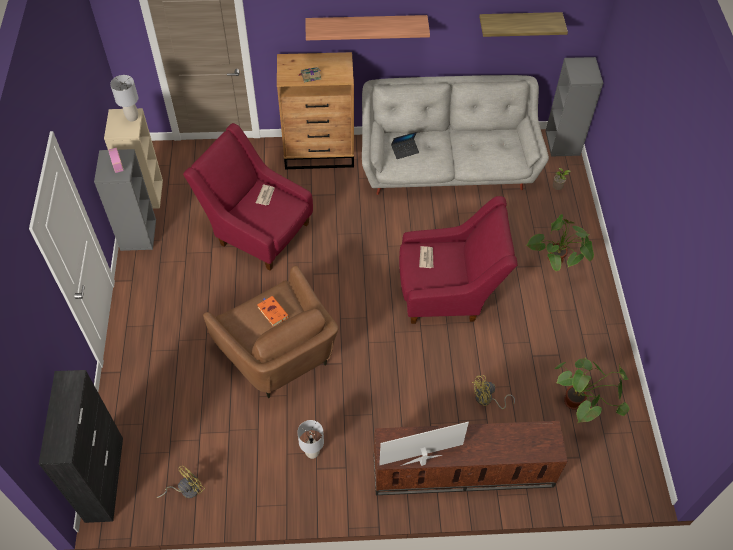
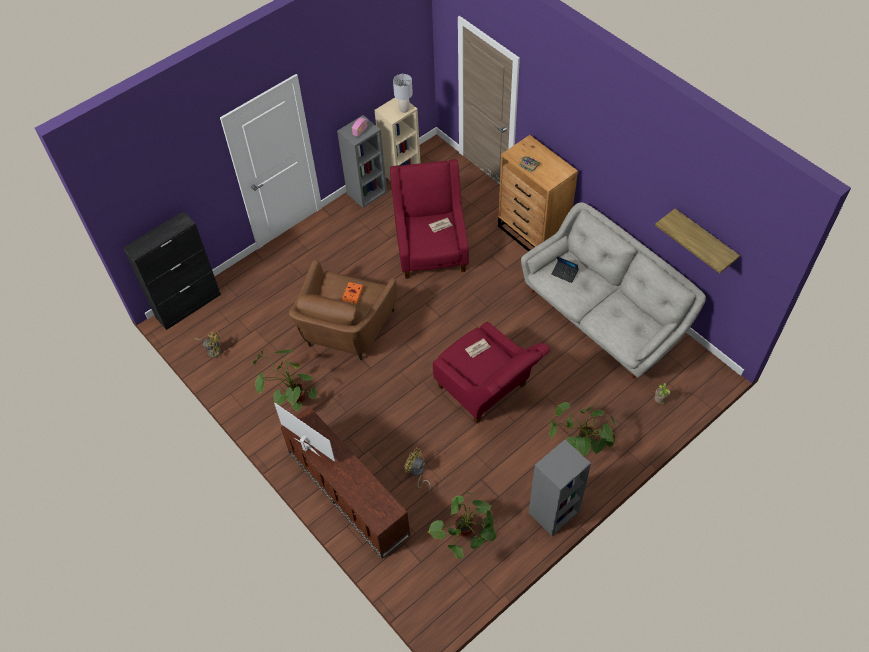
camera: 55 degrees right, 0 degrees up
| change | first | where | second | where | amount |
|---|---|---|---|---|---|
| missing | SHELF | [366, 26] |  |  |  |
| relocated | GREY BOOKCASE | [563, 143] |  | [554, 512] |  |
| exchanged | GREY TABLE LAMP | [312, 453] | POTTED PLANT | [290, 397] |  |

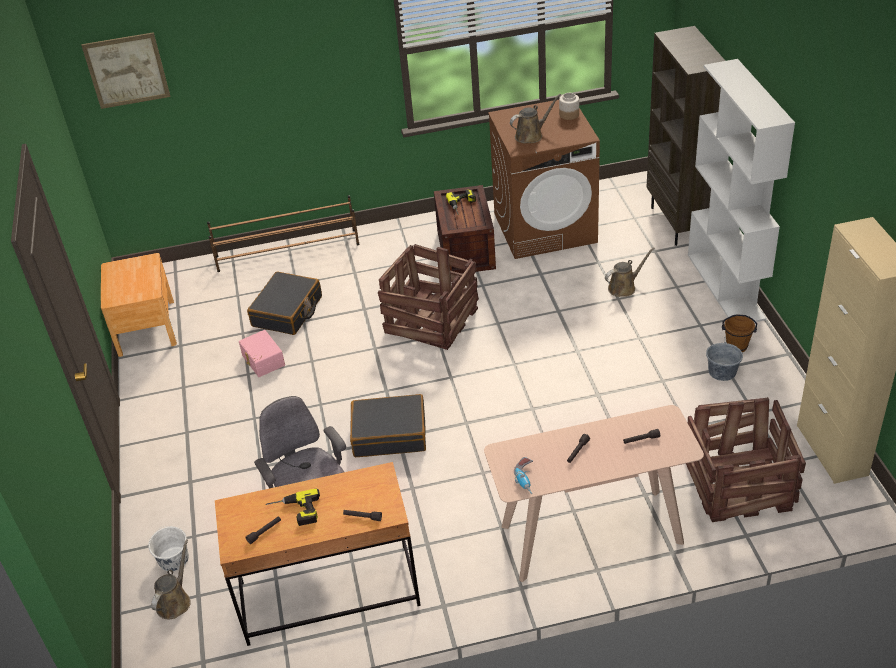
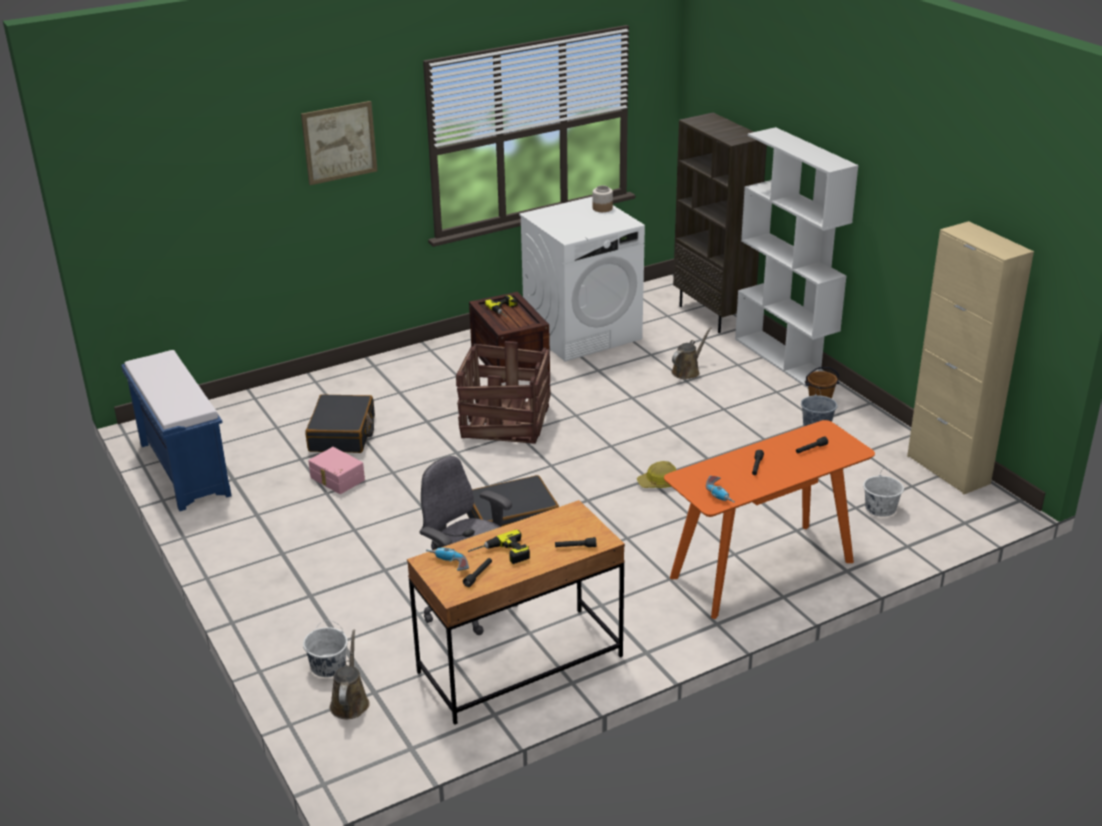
camera: 20 degrees left, 10 degrees down
| change | first | where | second | where | amount |
|---|---|---|---|---|---|
| relocated | PICTURE | [126, 70] |  | [339, 142] |  |
| missing | BROWN WATERING CAN | [531, 135] |  |  |  |
| colour | BROWN WASHING MACHINE | [545, 228] | WHITE WASHING MACHINE | [583, 333] |  |
| missing | BROWN SHOE RACK | [288, 250] |  |  |  |
| exchanged | BROWN NIGHTSTAND | [146, 327] | BLUE BENCH | [183, 469] |  |
| exchanged | CRATE | [740, 484] | WHITE BUCKET | [880, 508] |  |
| colour | BEIGE CONSOLE TABLE | [591, 535] | ORANGE CONSOLE TABLE | [762, 570] |  |
| appeared |  |  | HARD HAT | [659, 483] |  |
| appeared |  |  | POWER DRILL | [448, 564] |  |

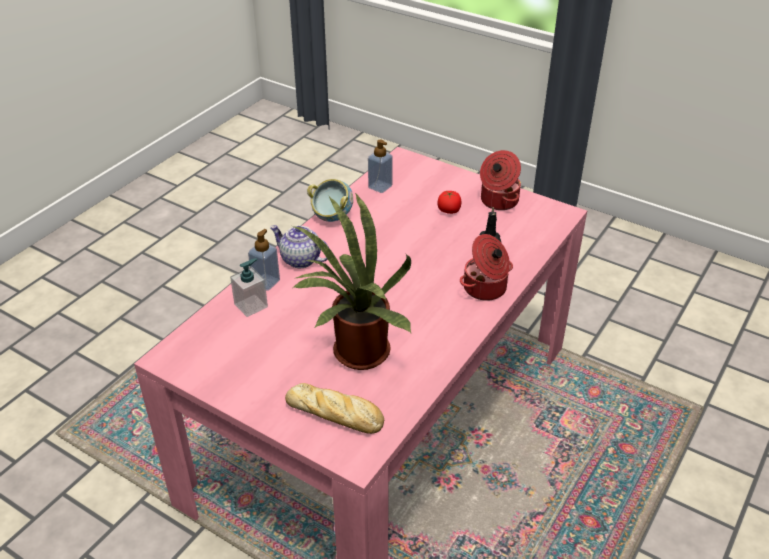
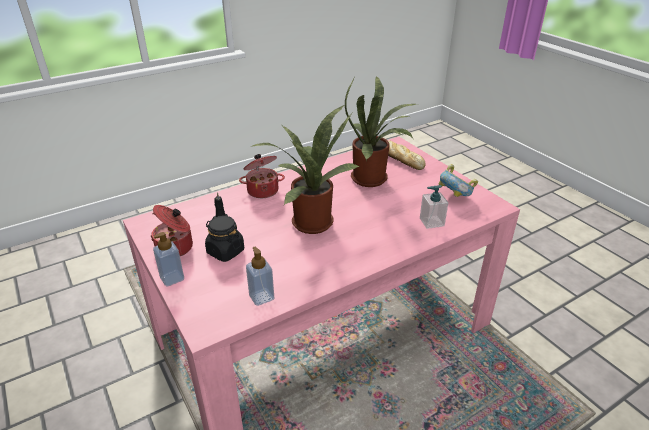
camera: 155 degrees left, 5 degrees down
| change | first | where | second | where | amount |
|---|---|---|---|---|---|
| relocated | BOWL | [332, 217] |  | [454, 197] |  |
| exchanged | TOMATO | [449, 210] | BLACK JAR | [225, 251] |  |
| missing | TEAPOT | [300, 260] |  |  |  |
| relocated | SOAP DISPENSER | [266, 282] |  | [172, 278] |  |
| appeared |  |  | POTTED PLANT | [310, 221] |  |

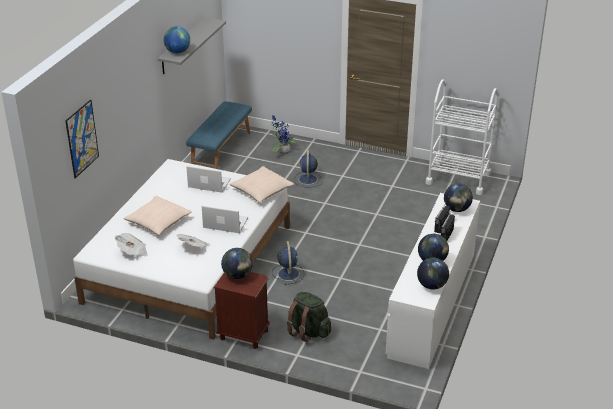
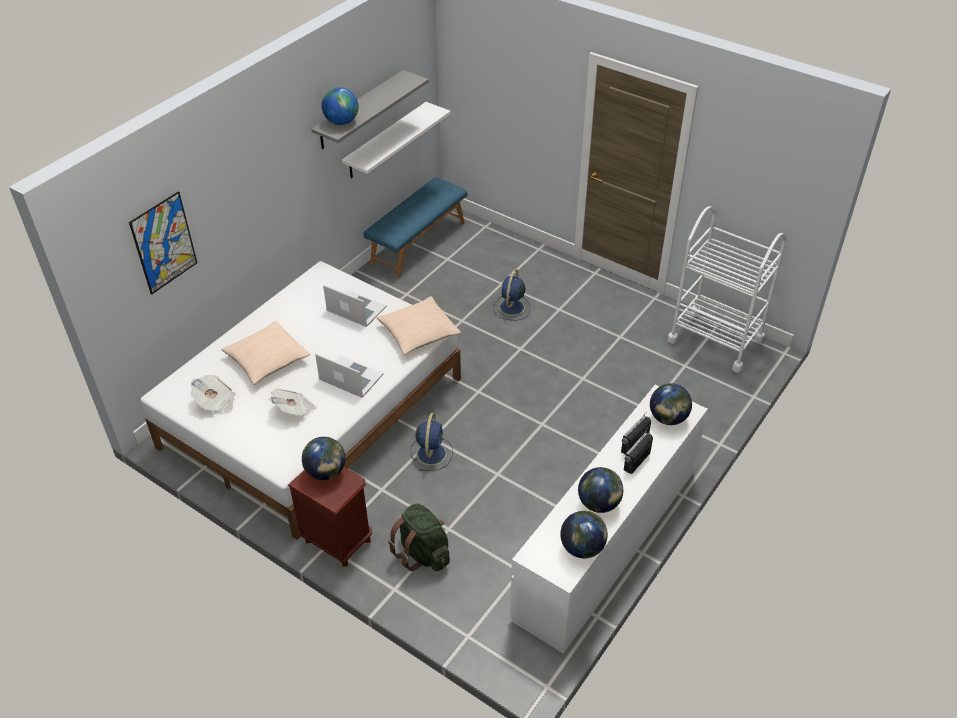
camera: 15 degrees right, 10 degrees up
| change | first | where | second | where | amount |
|---|---|---|---|---|---|
| missing | POTTED PLANT | [282, 151] |  |  |  |
| appeared |  |  | WHITE SHELF | [386, 141] |  |

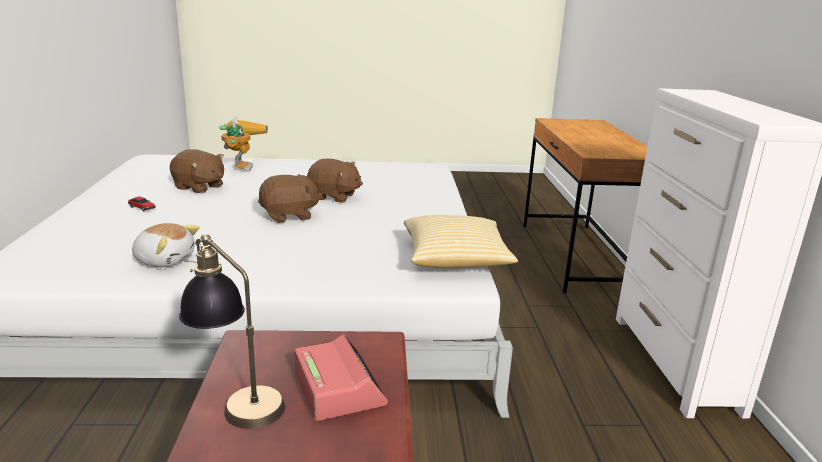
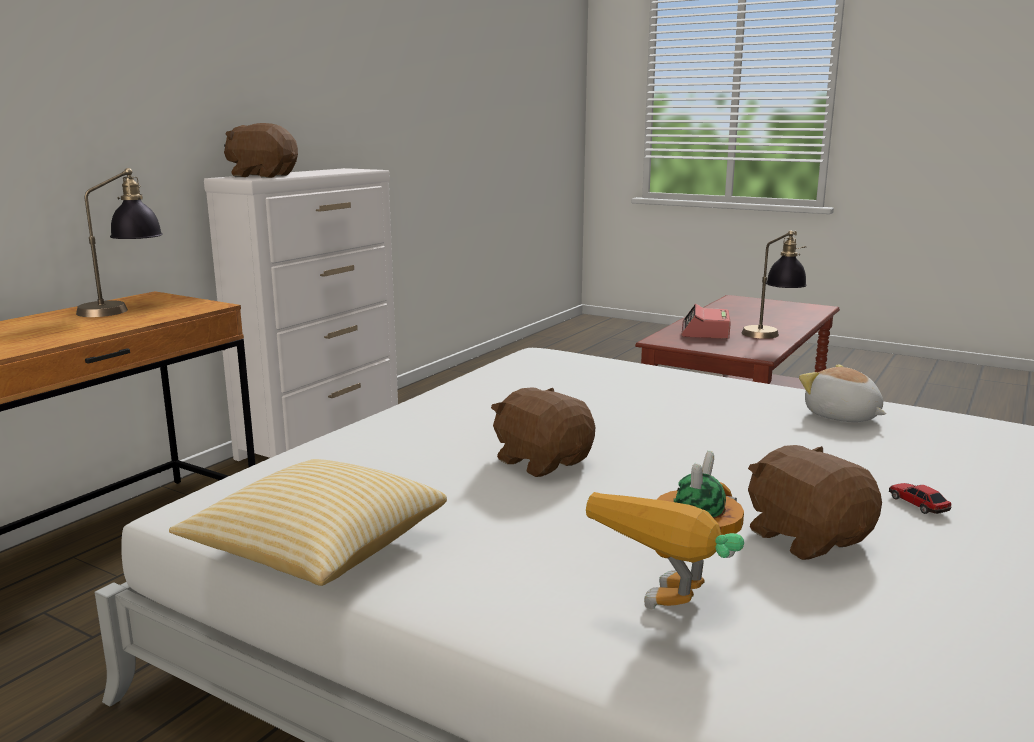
camera: 145 degrees left, 5 degrees down
| change | first | where | second | where | amount |
|---|---|---|---|---|---|
| relocated | BROWN PLUSH TOY | [289, 216] |  | [263, 176] |  |
| relocated | PILLOW | [455, 259] |  | [317, 549] |  |
| appeared |  |  | TABLE LAMP | [124, 309] |  |

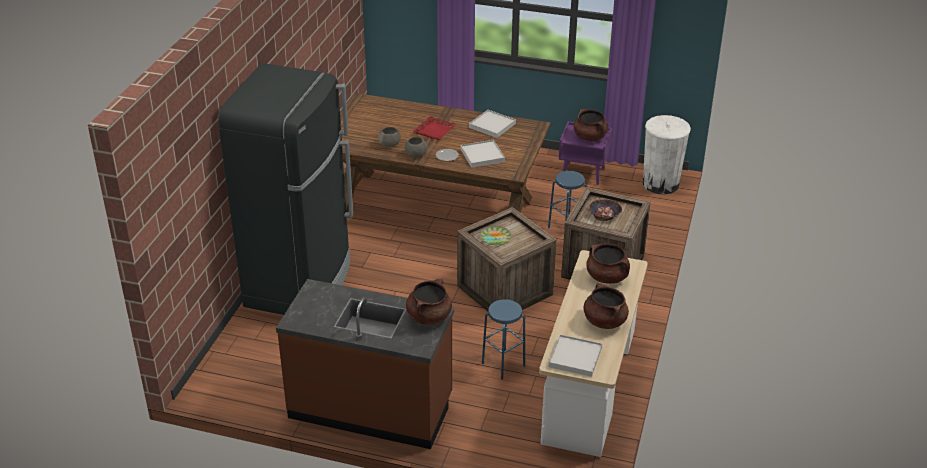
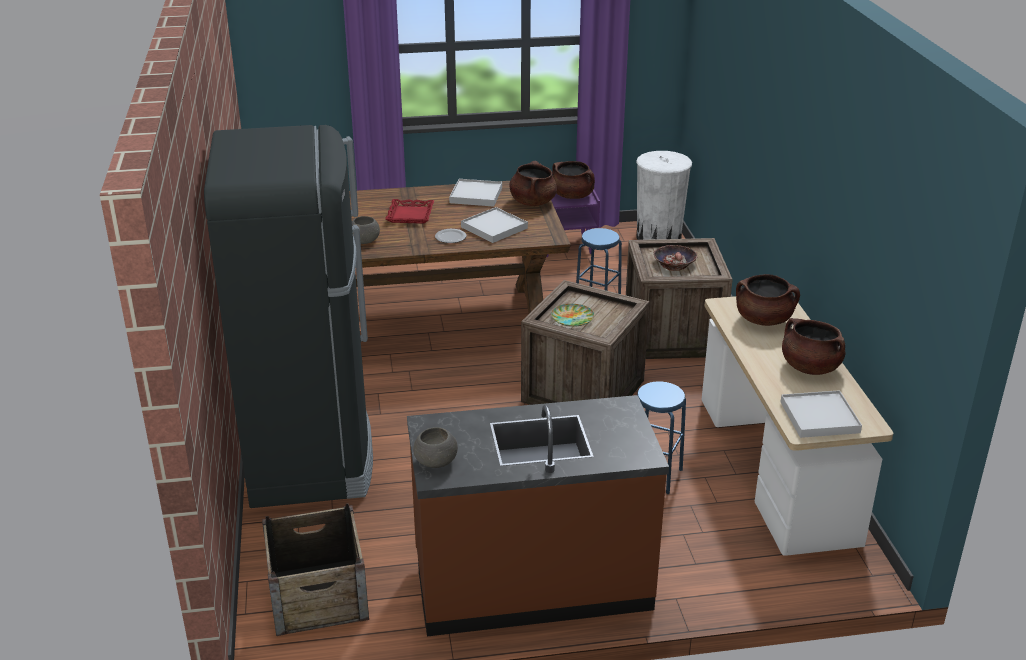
camera: 25 degrees left, 5 degrees down
| change | first | where | second | where | amount |
|---|---|---|---|---|---|
| relocated | GREY BOWL | [415, 154] |  | [435, 461] |  |
| relocated | BROWN COOKING POT | [429, 316] |  | [532, 202] |  |
| appeared |  |  | CRATE | [317, 596] |  |

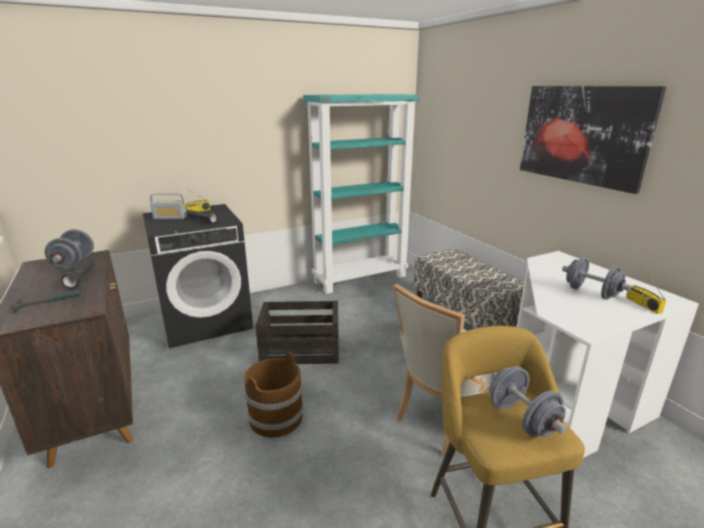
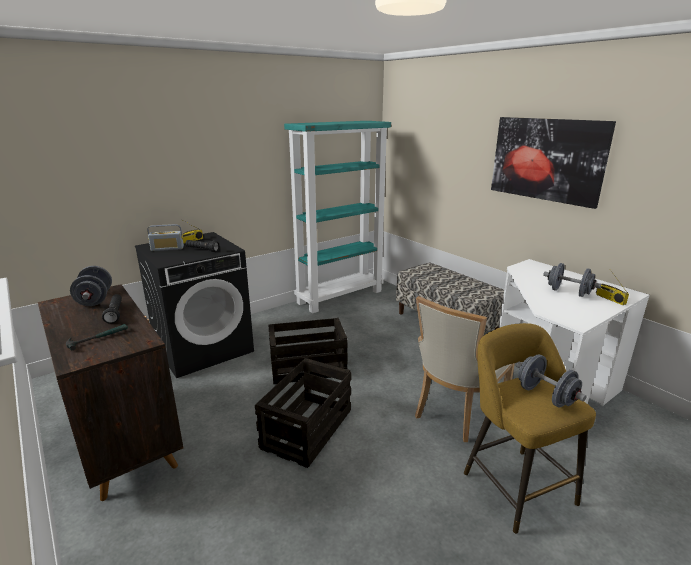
camera: 10 degrees left, 0 degrees up
| change | first | where | second | where | amount |
|---|---|---|---|---|---|
| exchanged | BROWN BUCKET | [276, 417] | CRATE | [307, 428] |  |

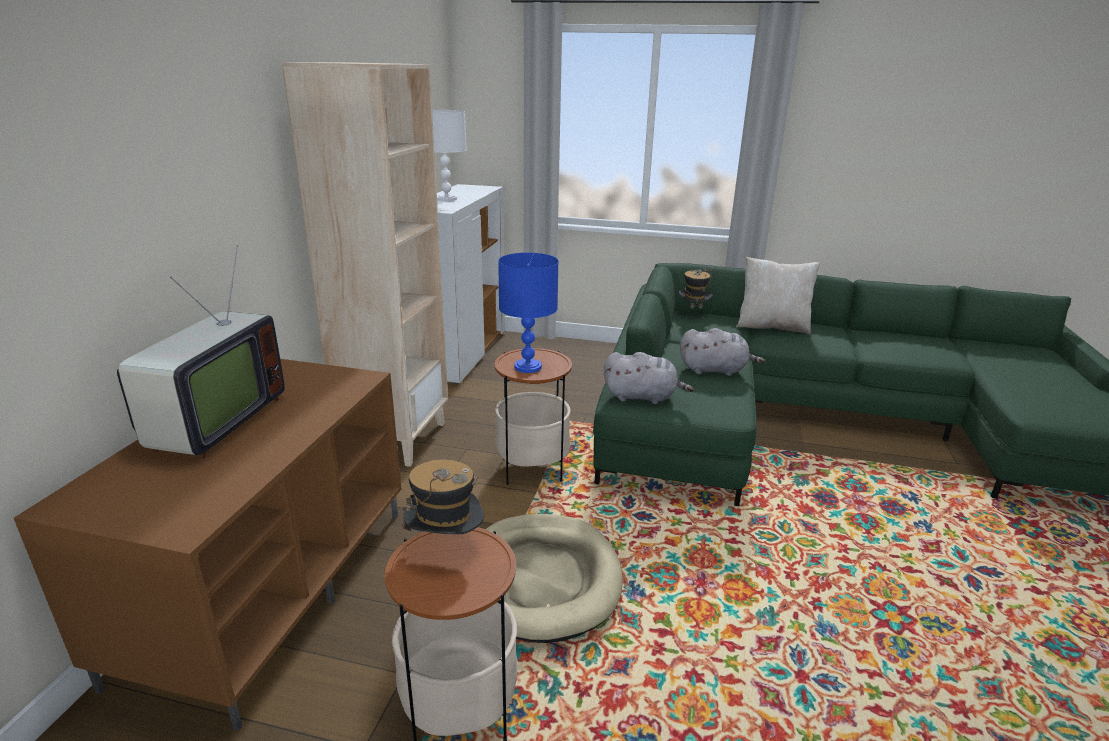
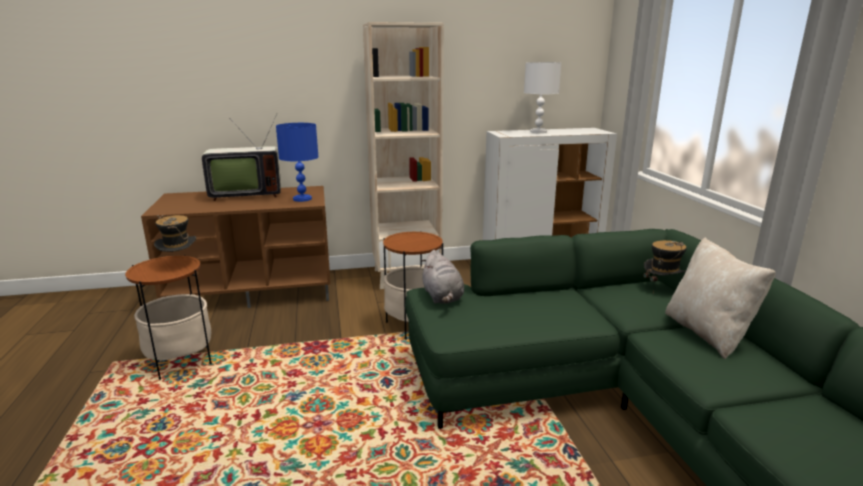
camera: 65 degrees right, 5 degrees down
| change | first | where | second | where | amount |
|---|---|---|---|---|---|
| relocated | BLUE TABLE LAMP | [528, 367] |  | [302, 199] |  |
| missing | GREY PLUSH TOY | [715, 370] |  |  |  |
| missing | BEIGE DOG BED | [541, 579] |  |  |  |

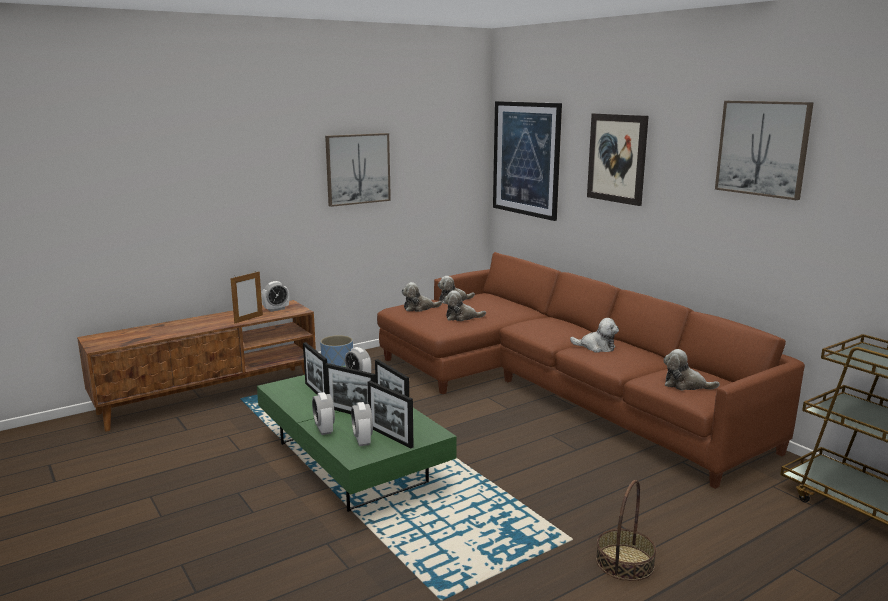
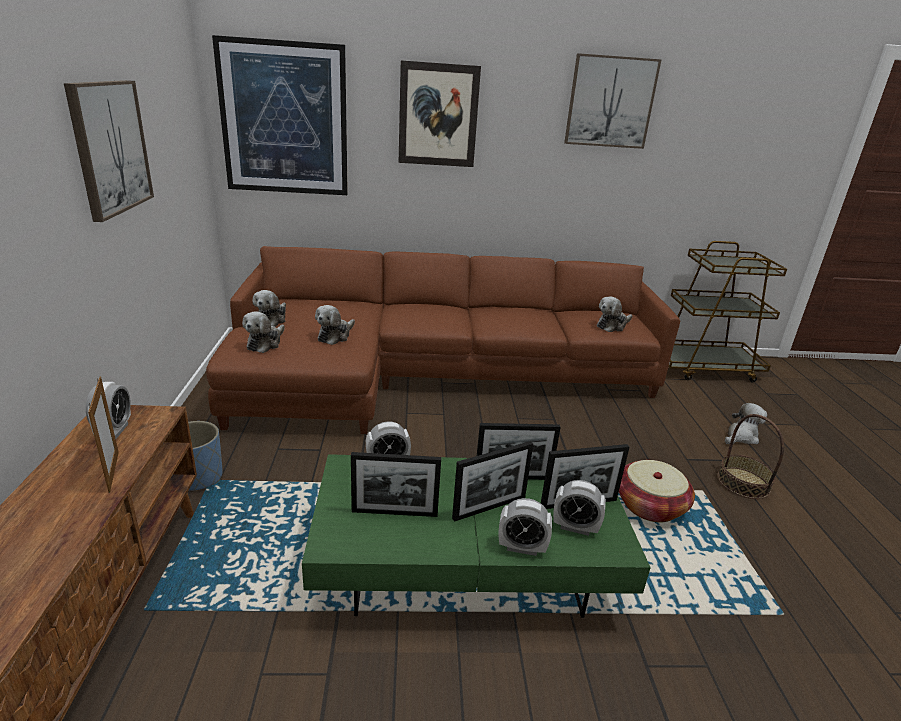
camera: 60 degrees left, 10 degrees up
| change | first | where | second | where | amount |
|---|---|---|---|---|---|
| relocated | PLUSH TOY | [596, 347] |  | [741, 436] |  |
| appeared |  |  | BASKET | [650, 506] |  |

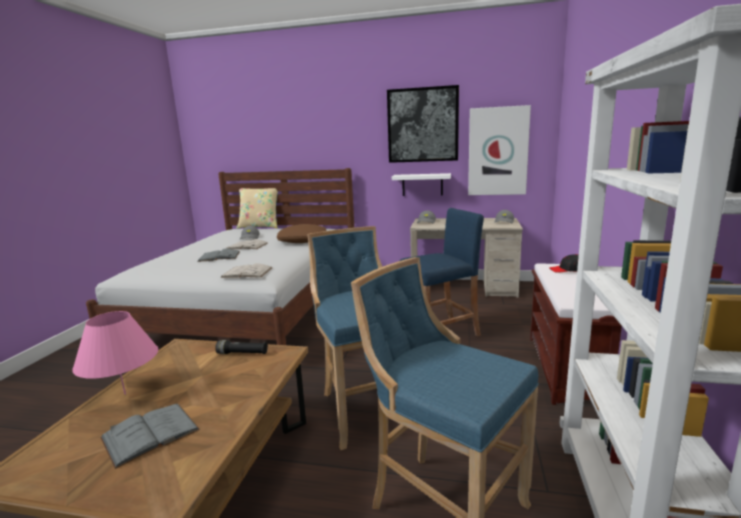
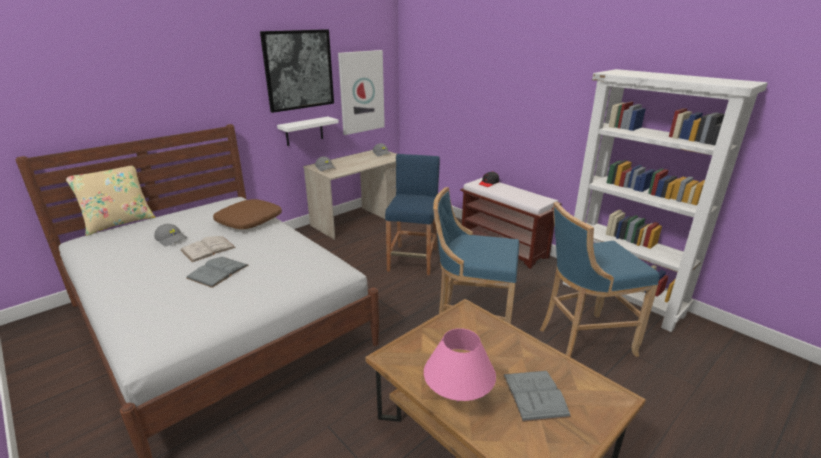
camera: 55 degrees left, 10 degrees up
| change | first | where | second | where | amount |
|---|---|---|---|---|---|
| missing | WHITE BOOK | [247, 272] |  |  |  |
| missing | BLACK FLASHLIGHT | [242, 353] |  |  |  |

